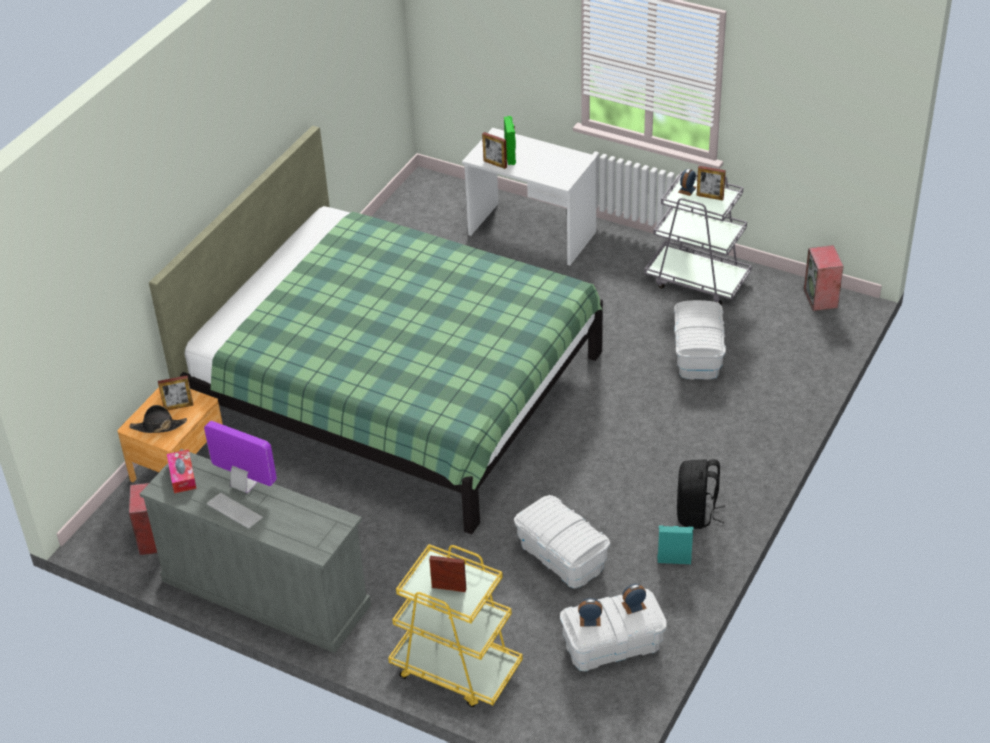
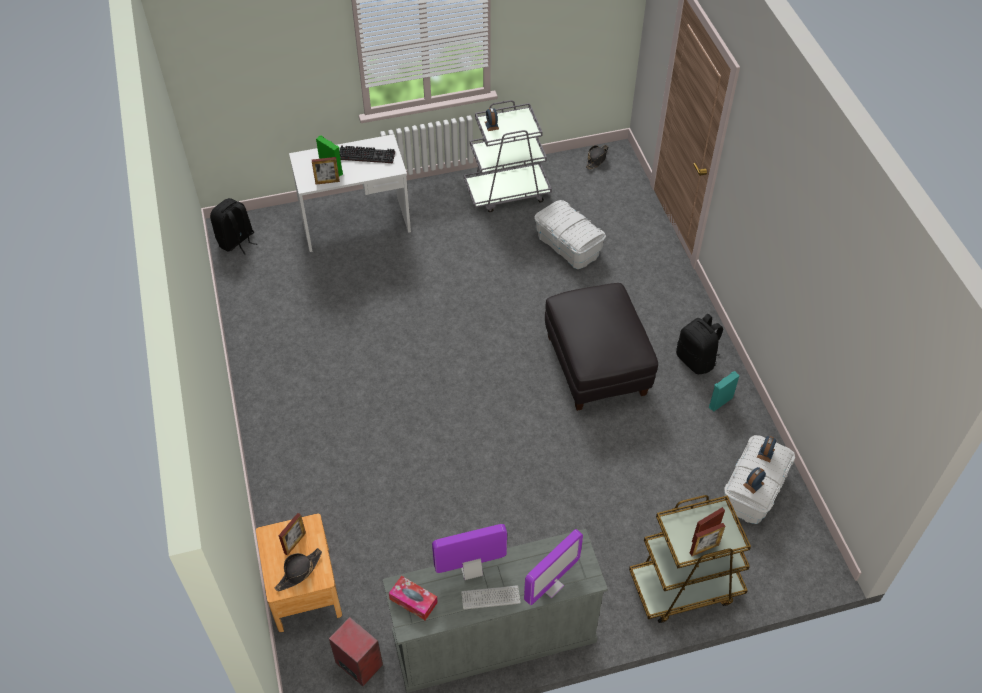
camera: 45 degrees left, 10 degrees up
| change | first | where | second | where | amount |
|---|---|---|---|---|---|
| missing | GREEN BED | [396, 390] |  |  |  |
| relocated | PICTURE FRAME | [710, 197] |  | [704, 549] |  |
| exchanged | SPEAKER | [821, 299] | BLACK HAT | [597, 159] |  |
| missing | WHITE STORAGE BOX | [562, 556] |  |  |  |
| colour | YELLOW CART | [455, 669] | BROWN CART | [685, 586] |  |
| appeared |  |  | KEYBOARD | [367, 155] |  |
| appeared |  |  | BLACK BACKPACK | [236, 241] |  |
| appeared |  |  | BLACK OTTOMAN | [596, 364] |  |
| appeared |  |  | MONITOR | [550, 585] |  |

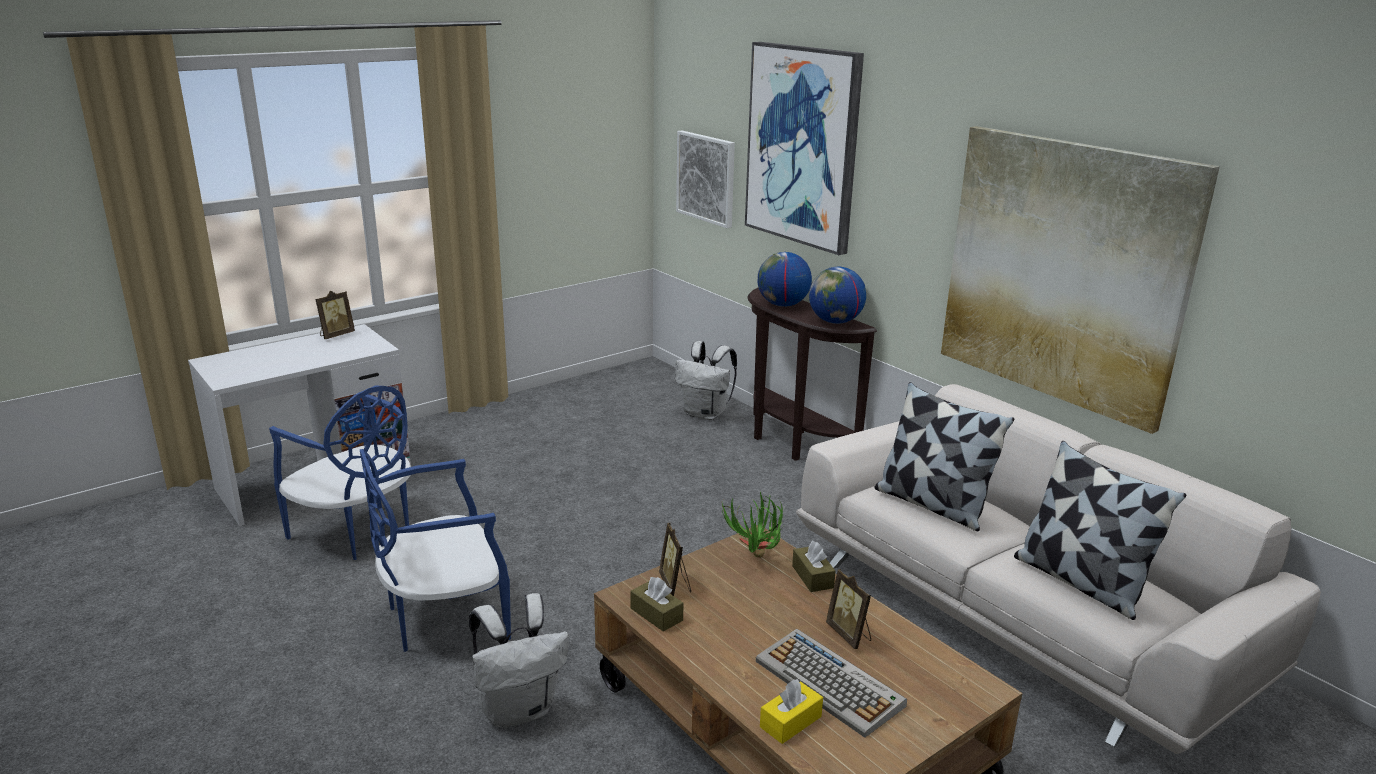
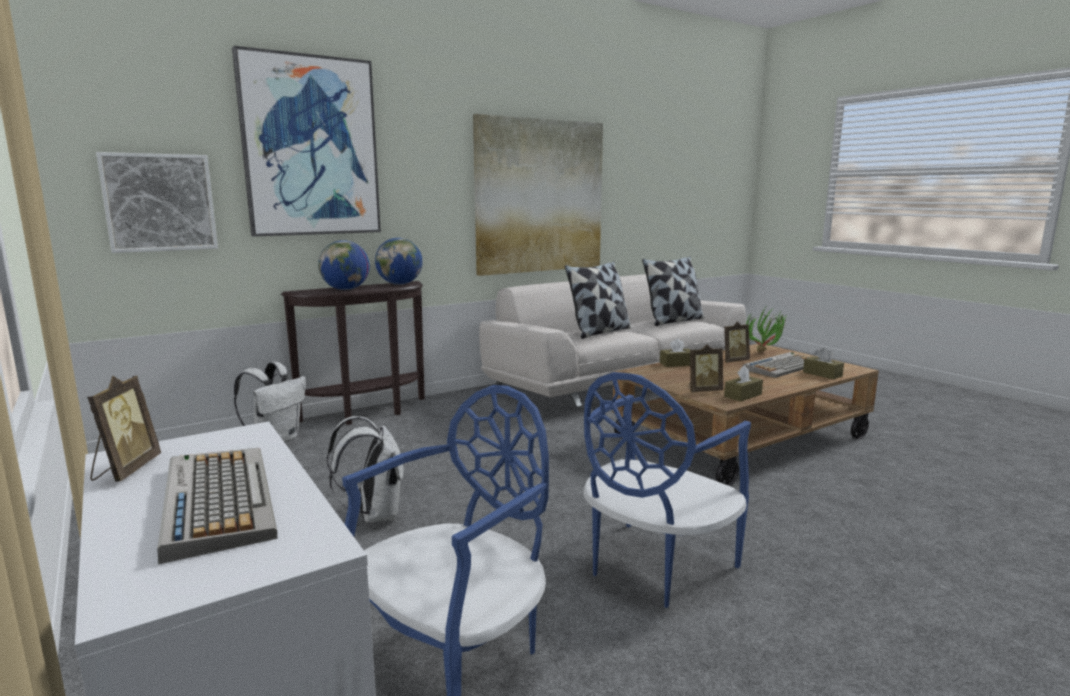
camera: 85 degrees left, 10 degrees down
| change | first | where | second | where | amount |
|---|---|---|---|---|---|
| spun | PICTURE FRAME | [336, 335] |  | [125, 470] | 45 degrees clockwise |
| spun | BLUE CHAIR | [444, 617] |  | [654, 567] | 60 degrees clockwise |
| relocated | POTTED PLANT | [755, 561] |  | [766, 352] |  |
| relocated | WHITE BACKPACK | [519, 709] |  | [374, 515] |  |
| colour | YELLOW TISSUE BOX | [790, 722] | BROWN TISSUE BOX | [822, 374] |  |
| appeared |  |  | KEYBOARD | [216, 500] |  |

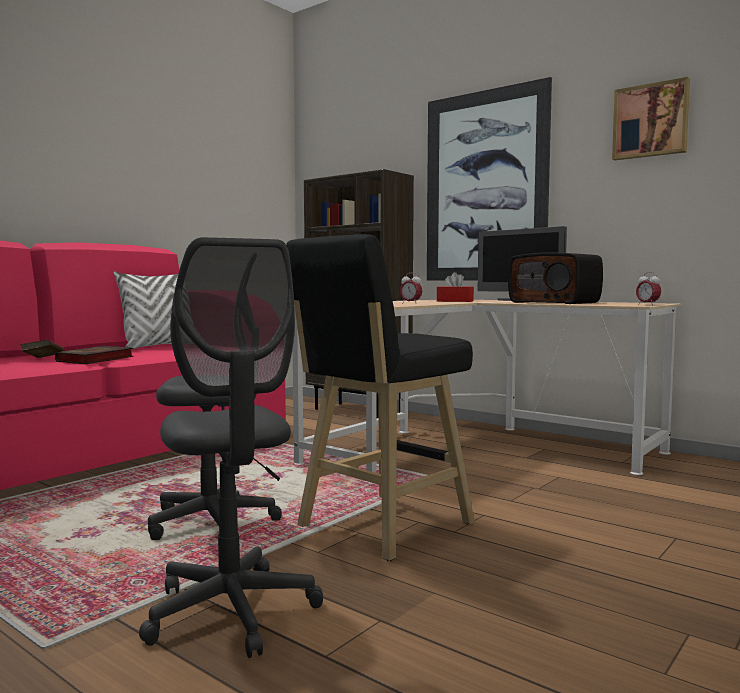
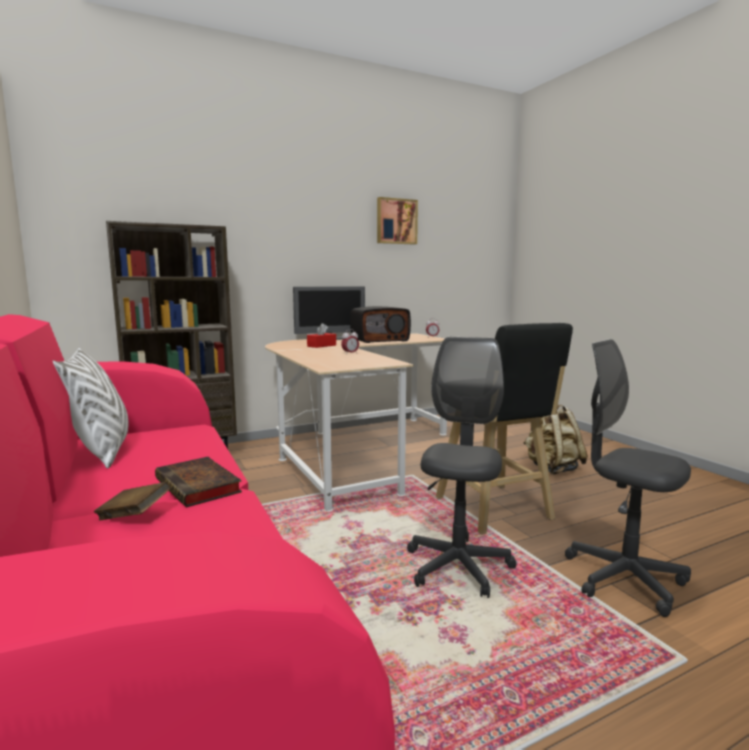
camera: 65 degrees left, 5 degrees up
| change | first | where | second | where | amount |
|---|---|---|---|---|---|
| missing | PICTURE | [485, 186] |  |  |  |
| spun | GREY OFFICE CHAIR | [231, 612] |  | [623, 579] | 135 degrees counterclockwise |
| appeared |  |  | BEIGE BACKPACK | [552, 469] |  |

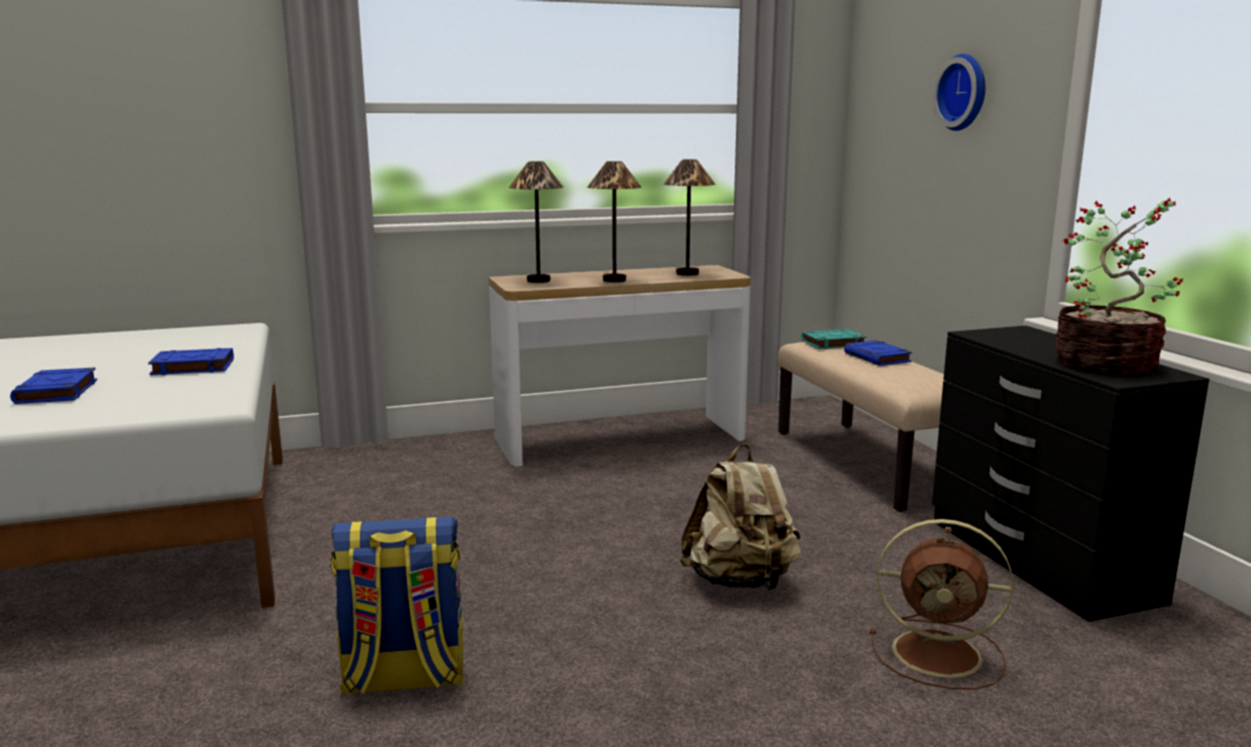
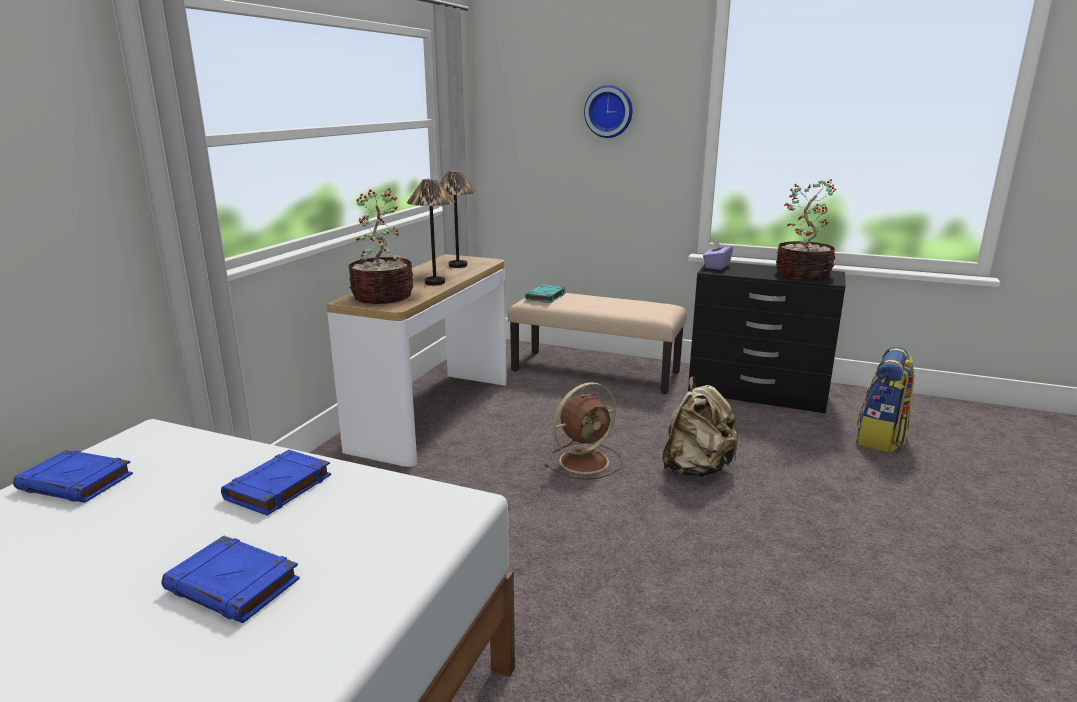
camera: 50 degrees left, 5 degrees up
| change | first | where | second | where | amount |
|---|---|---|---|---|---|
| exchanged | TABLE LAMP | [538, 280] | POTTED PLANT | [383, 297] |  |
| relocated | BLUE BOOK | [878, 358] |  | [77, 482] |  |
| relocated | BACKPACK | [403, 678] |  | [880, 438] |  |
| relocated | BROWN FAN | [941, 654] |  | [586, 460] |  |
| appeared |  |  | PURPLE TISSUE BOX | [716, 266] |  |

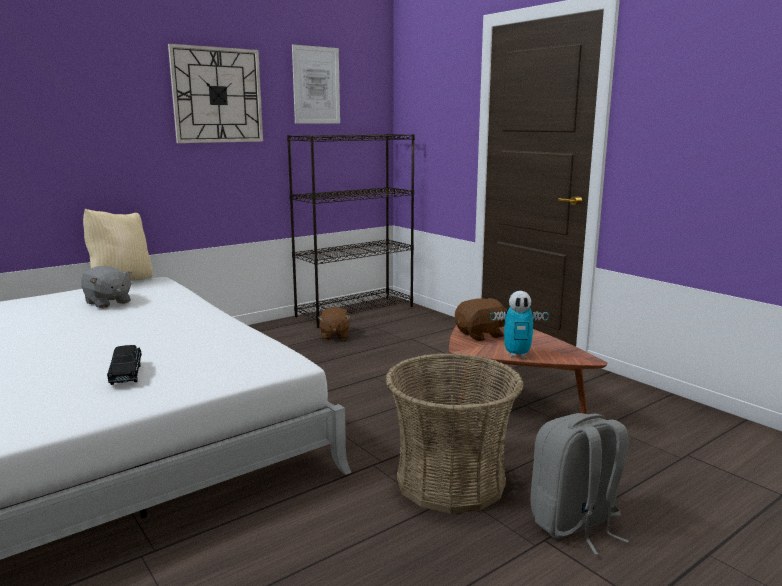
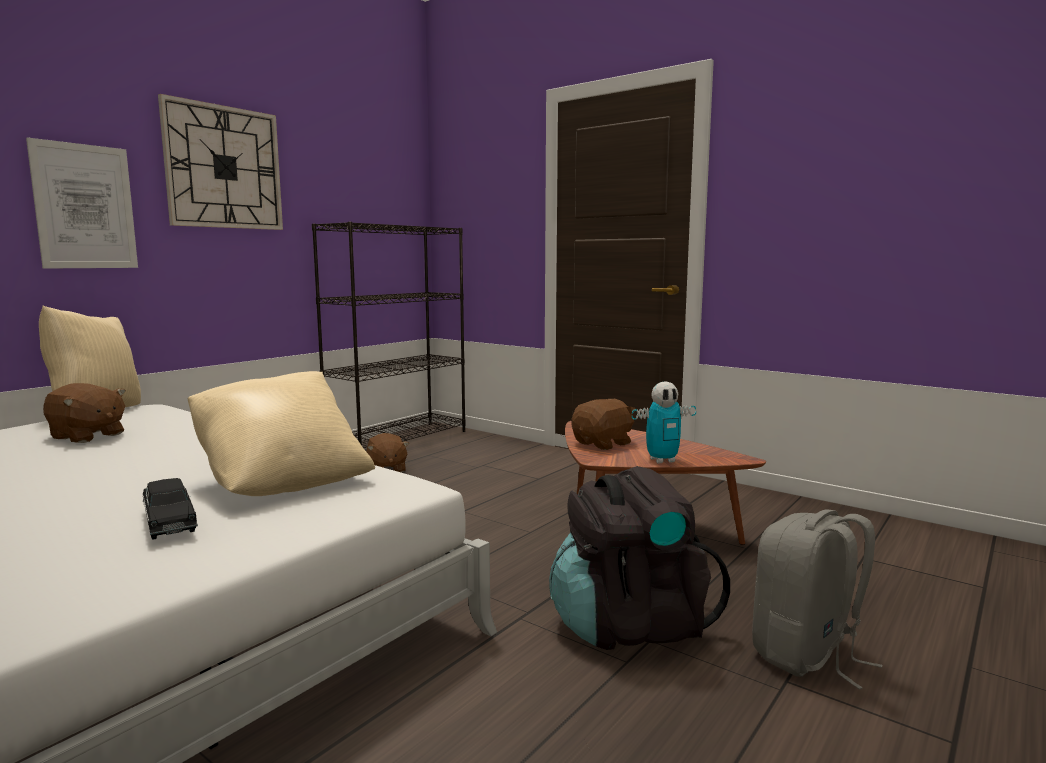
camera: 15 degrees left, 5 degrees down
| change | first | where | second | where | amount |
|---|---|---|---|---|---|
| relocated | PICTURE | [316, 85] |  | [85, 207] |  |
| colour | GREY PLUSH TOY | [107, 302] | BROWN PLUSH TOY | [87, 436] |  |
| exchanged | BASKET | [451, 481] | BLACK BACKPACK | [629, 624] |  |
| appeared |  |  | BEIGE PILLOW | [283, 481] |  |

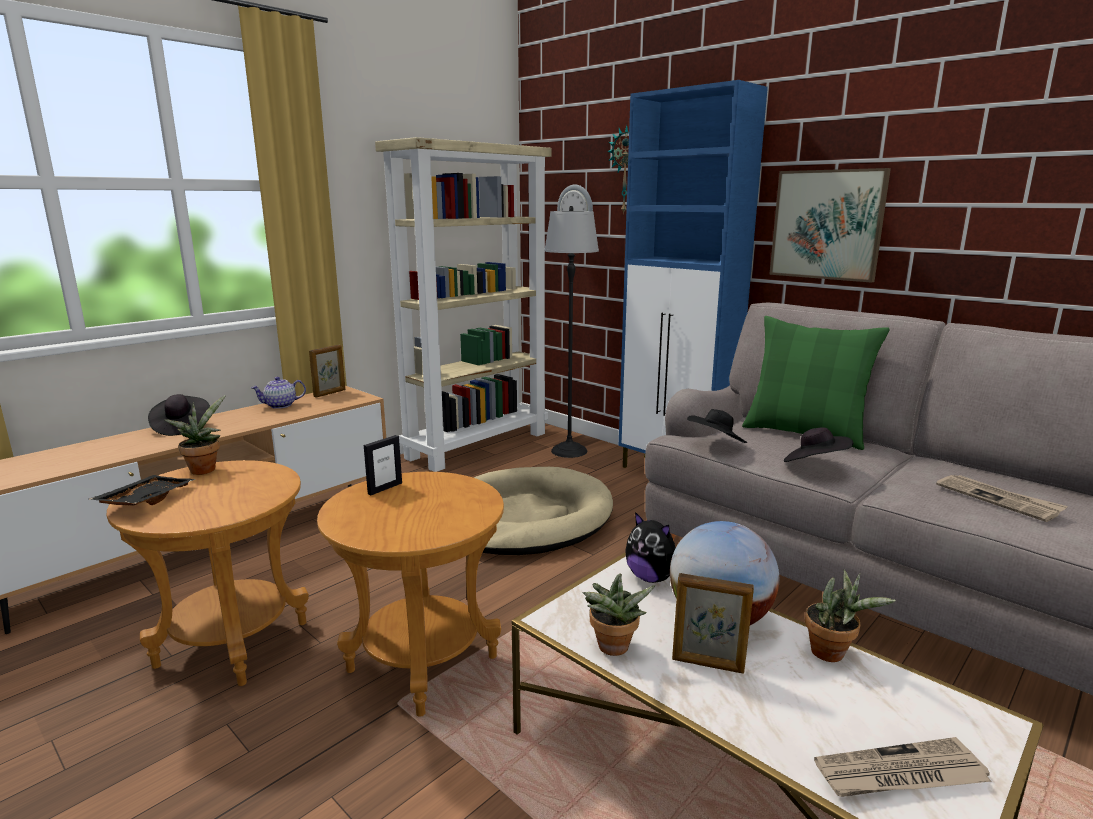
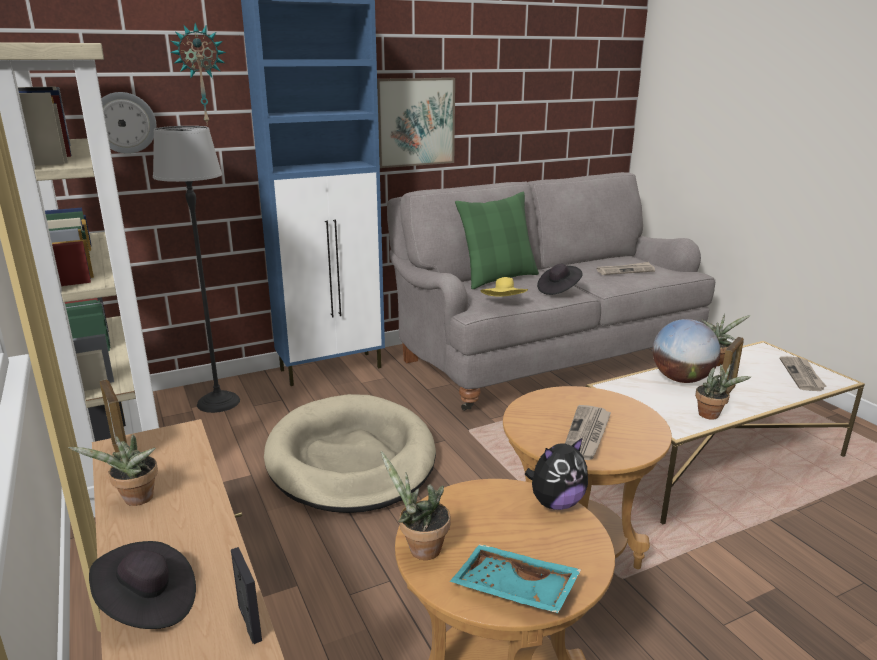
camera: 70 degrees left, 5 degrees up
| change | first | where | second | where | amount |
|---|---|---|---|---|---|
| exchanged | TEAPOT | [280, 405] | POTTED PLANT | [135, 500] |  |
| colour | BLACK HAT | [716, 444] | YELLOW HAT | [504, 303] |  |
| relocated | PICTURE FRAME | [385, 488] |  | [249, 623] |  |
| colour | BLACK TRAY | [145, 500] | TURQUOISE TRAY | [513, 591] |  |
| relocated | PLUSH TOY | [651, 578] |  | [555, 503] |  |
| appeared |  |  | NEWSPAPER | [587, 434] |  |

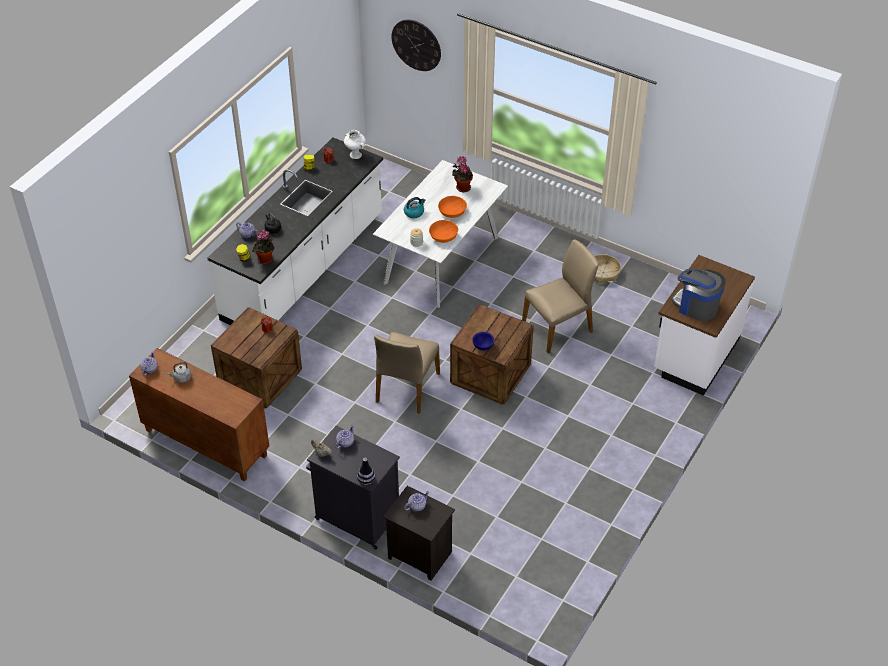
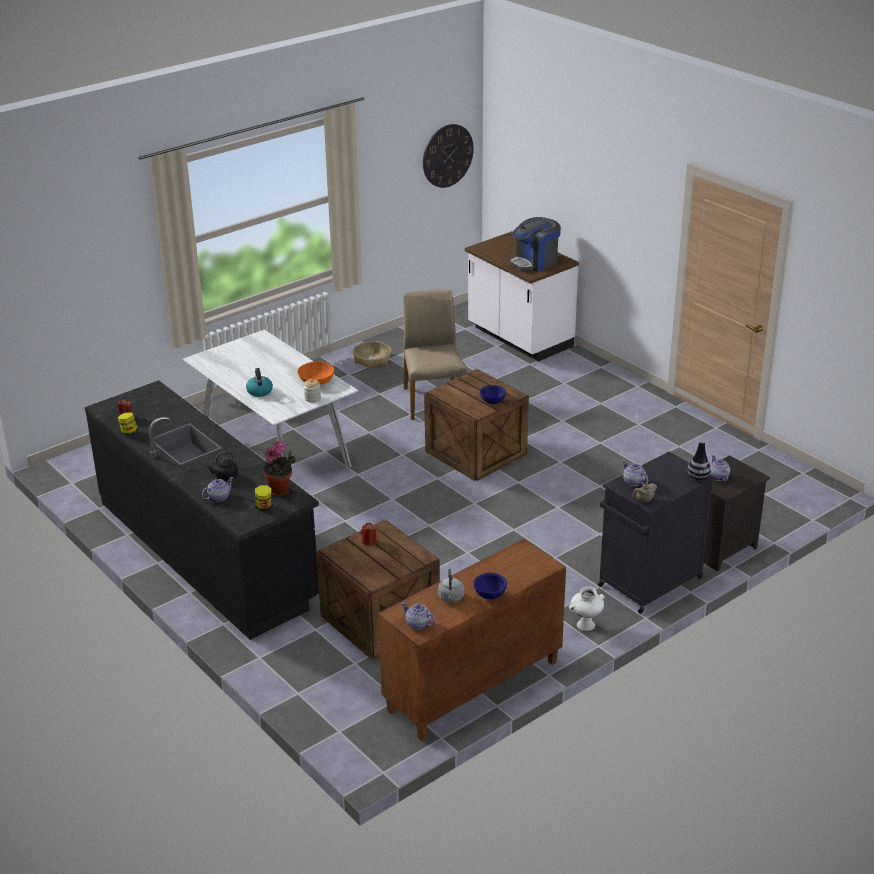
camera: 70 degrees left, 15 degrees down
| change | first | where | second | where | amount |
|---|---|---|---|---|---|
| relocated | WALL CLOCK | [416, 45] |  | [447, 155] |  |
| relocated | WHITE VASE | [355, 155] |  | [585, 625] |  |
| colour | WHITE COUNTER | [304, 268] | BLACK COUNTER | [207, 551] |  |
| missing | POTTED PLANT | [462, 187] |  |  |  |
| missing | ORANGE BOWL | [452, 212] |  |  |  |
| missing | BEIGE CHAIR | [406, 387] |  |  |  |
| appeared |  |  | BLUE BOWL | [490, 595] |  |

